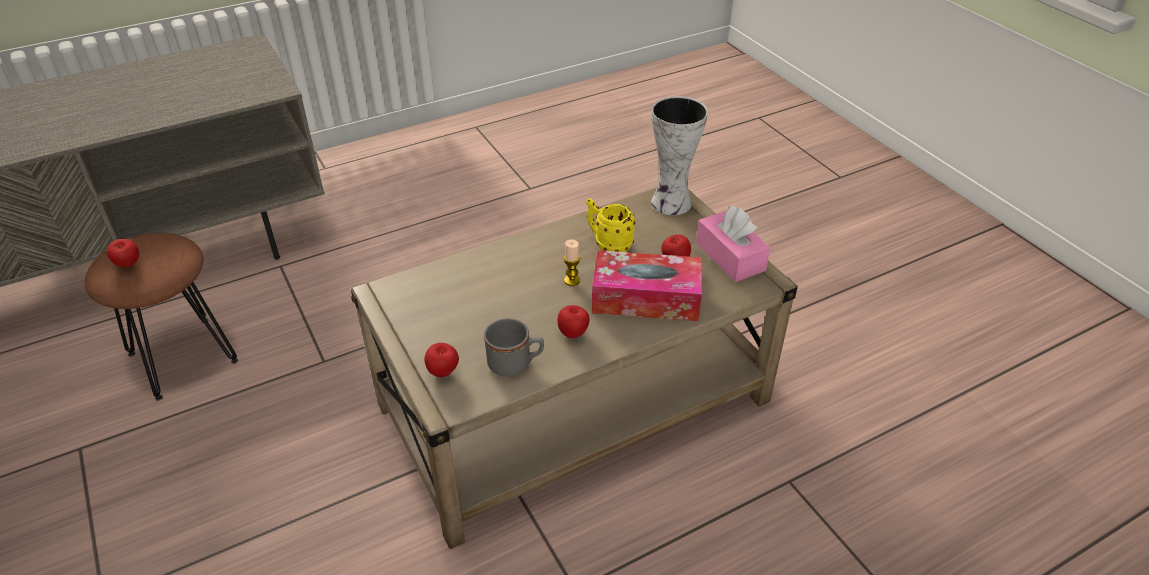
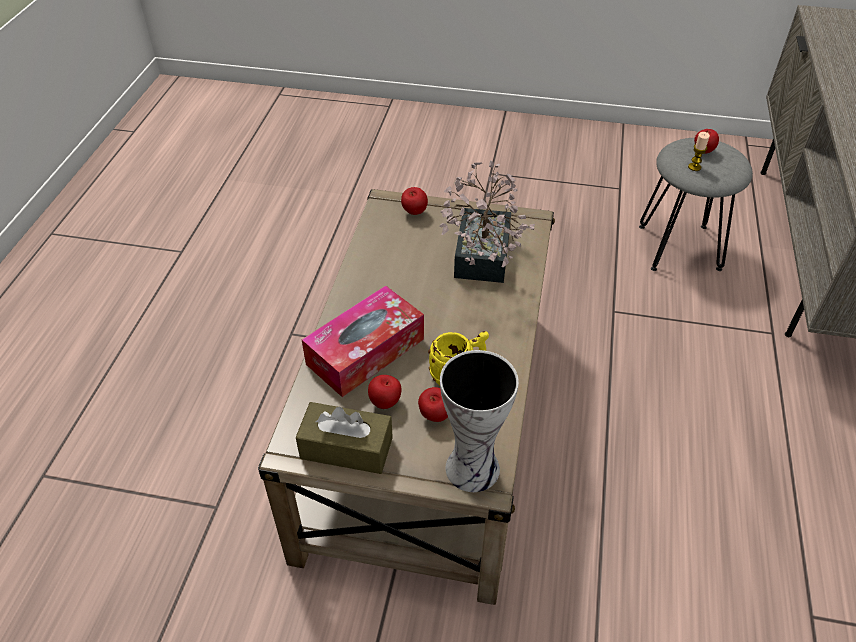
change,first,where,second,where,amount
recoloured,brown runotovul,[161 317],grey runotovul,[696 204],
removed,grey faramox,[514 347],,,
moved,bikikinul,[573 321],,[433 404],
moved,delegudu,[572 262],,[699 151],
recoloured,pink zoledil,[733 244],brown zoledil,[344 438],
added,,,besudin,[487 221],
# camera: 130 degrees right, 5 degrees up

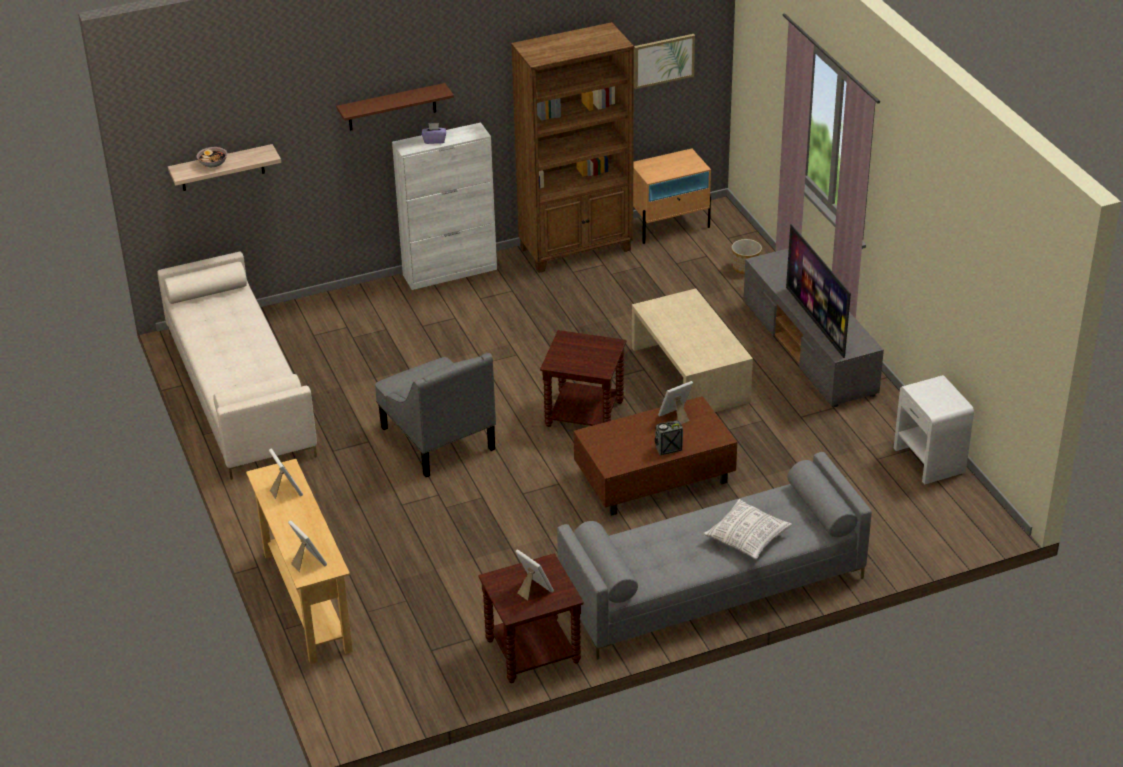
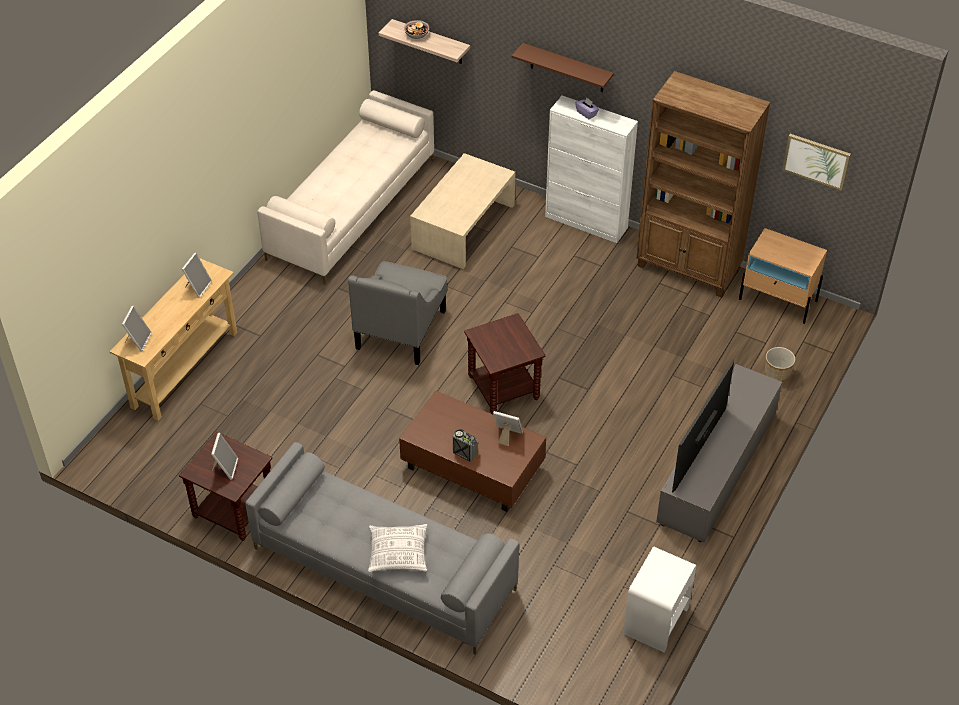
change,first,where,second,where,amount
moved,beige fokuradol,[692 350],,[462 211],
# camera: 50 degrees right, 10 degrees up

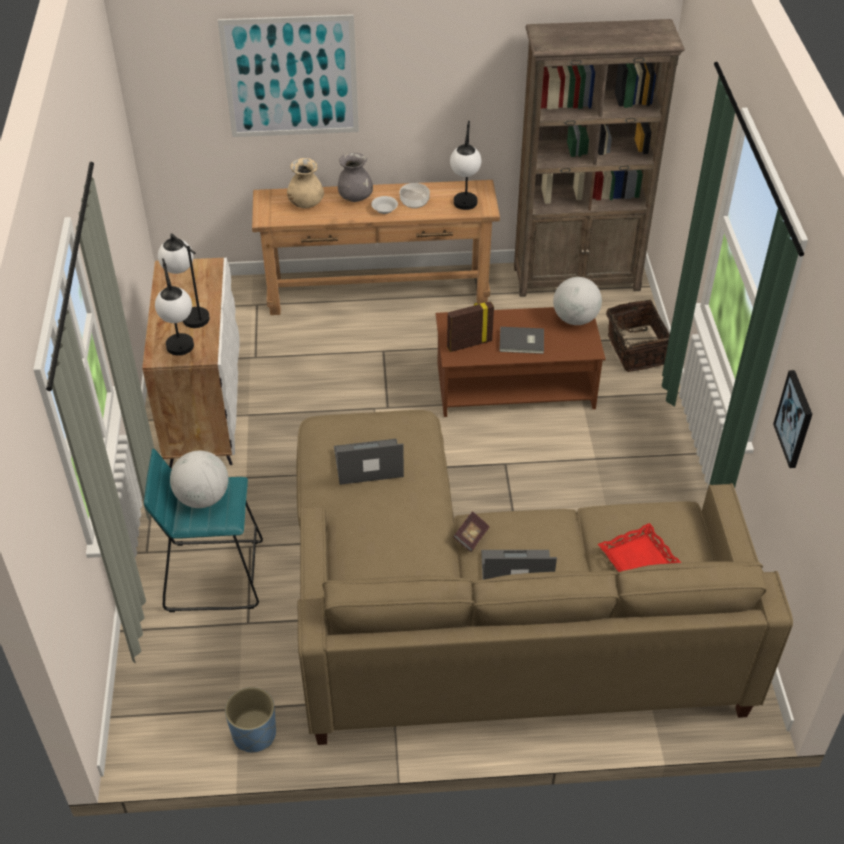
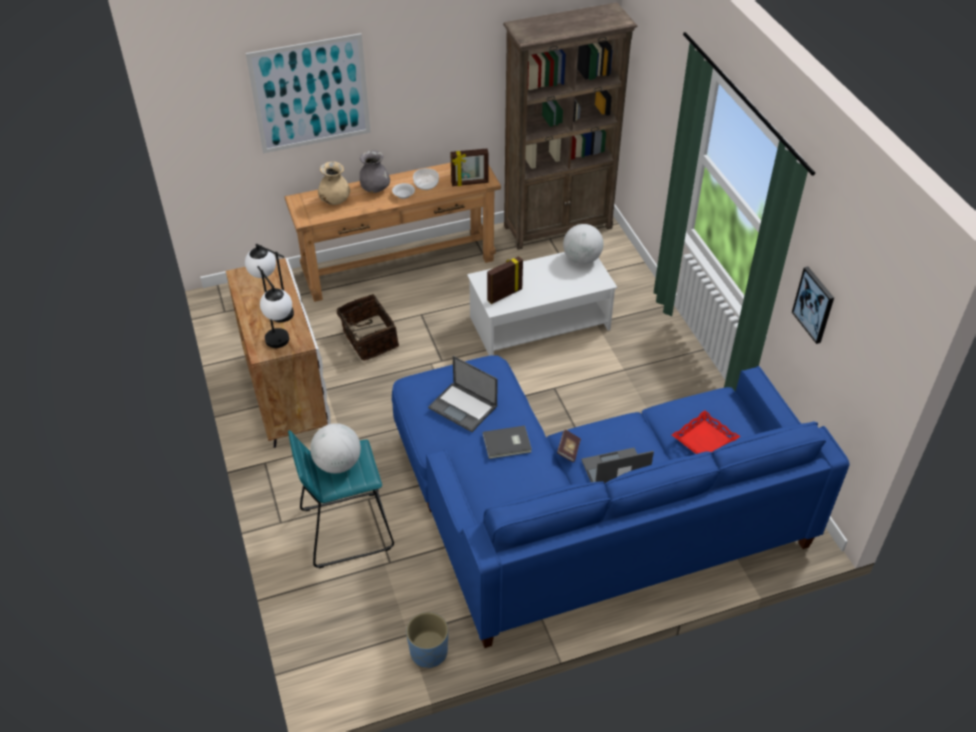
change,first,where,second,where,amount
recoloured,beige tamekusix,[545 577],blue tamekusix,[620 501],
turned,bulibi,[369 461],,[463 394],120 degrees counterclockwise
recoloured,brown fokuradol,[521 362],white fokuradol,[542 304],
replaced,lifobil,[465 165],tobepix,[469 167],
moved,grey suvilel,[521 340],,[507 442],
moved,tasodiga,[638 336],,[368 327],
# camera: 15 degrees left, 0 degrees up

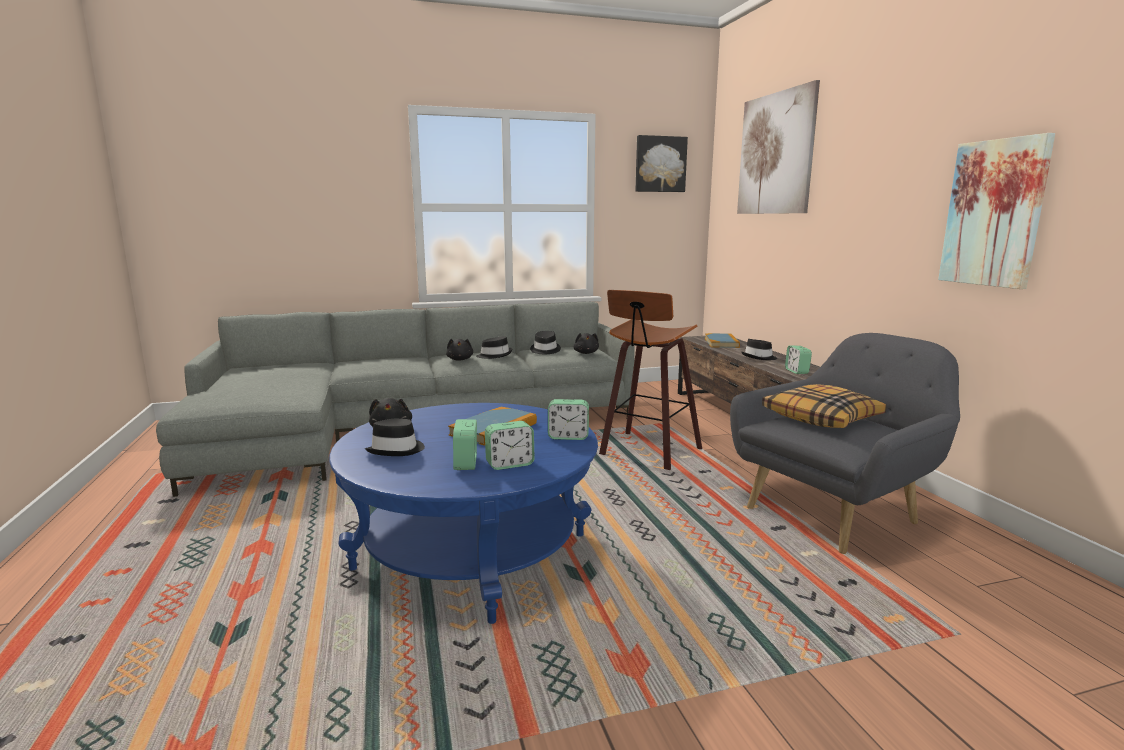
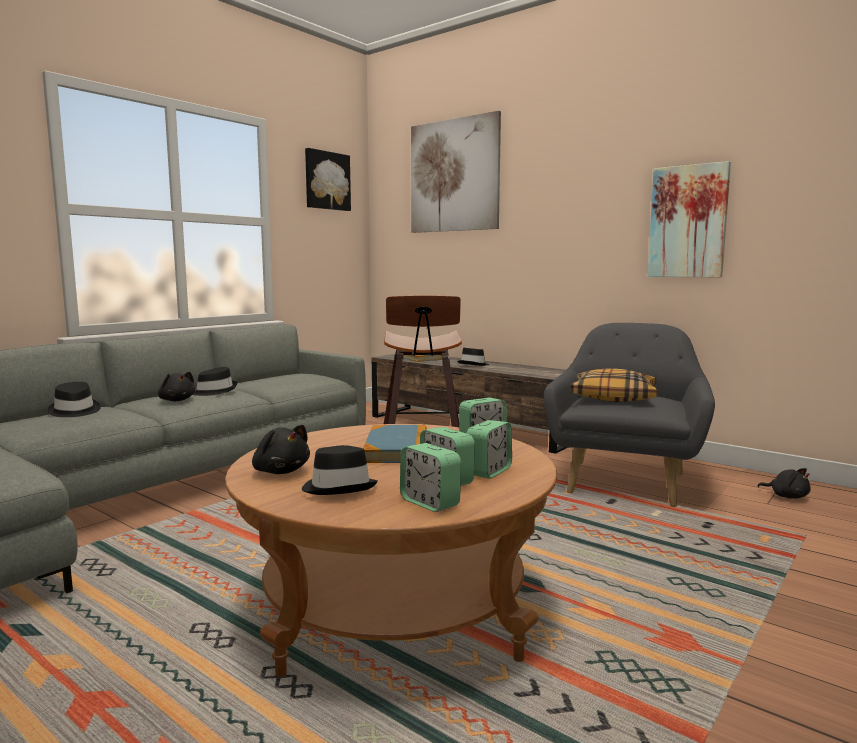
change,first,where,second,where,amount
recoloured,blue fokuradol,[463 513],brown fokuradol,[391 550],
moved,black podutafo,[545 342],,[74 399],
moved,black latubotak,[586 343],,[783 483],
moved,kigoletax,[798 360],,[430 477],
# camera: 35 degrees left, 5 degrees down

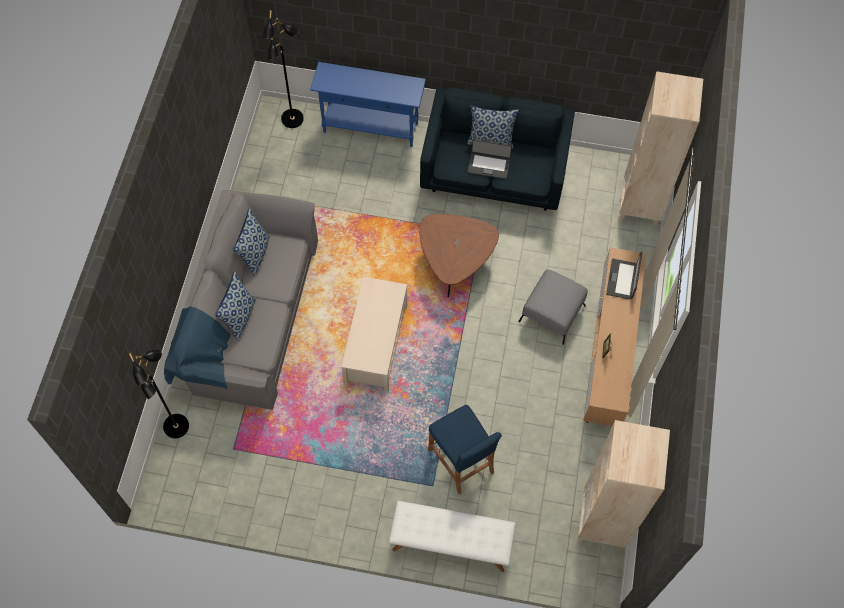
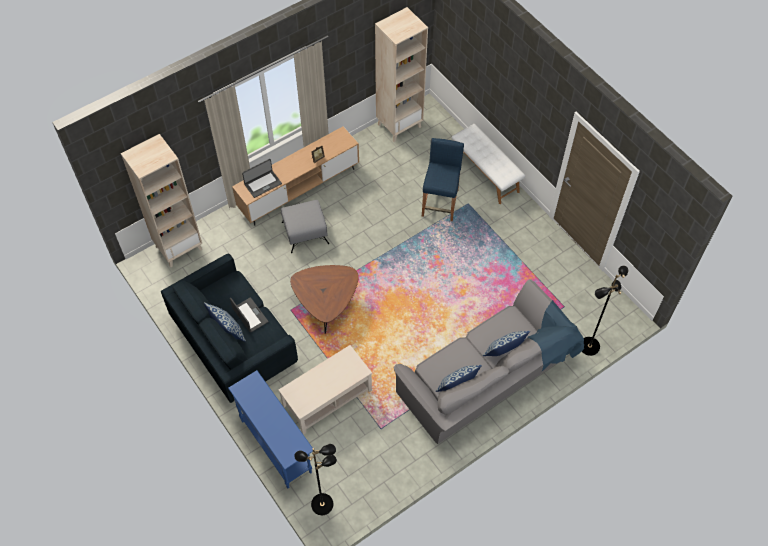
change,first,where,second,where,amount
moved,beige fokuradol,[374 335],,[325 390],
# camera: 135 degrees left, 5 degrees down

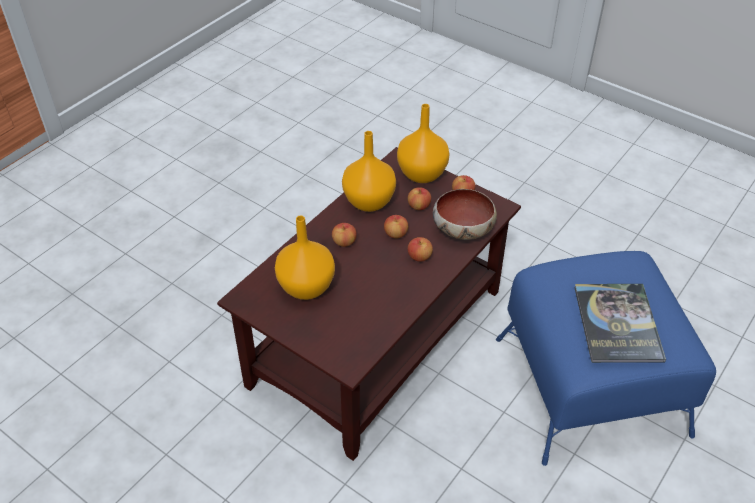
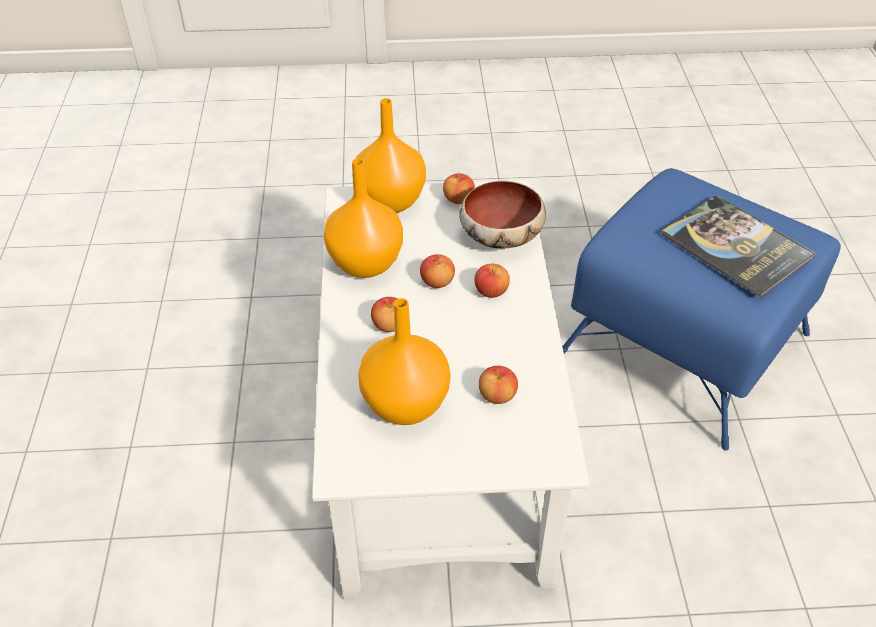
change,first,where,second,where,amount
recoloured,brown fokuradol,[369 304],white fokuradol,[451 389],
moved,bikikinul,[419 198],,[498 385],
# camera: 40 degrees left, 0 degrees up

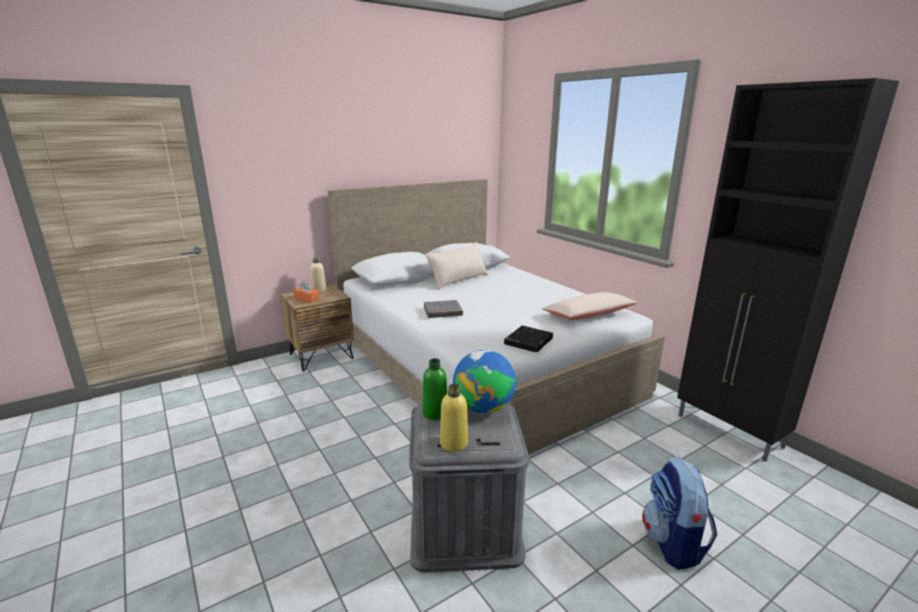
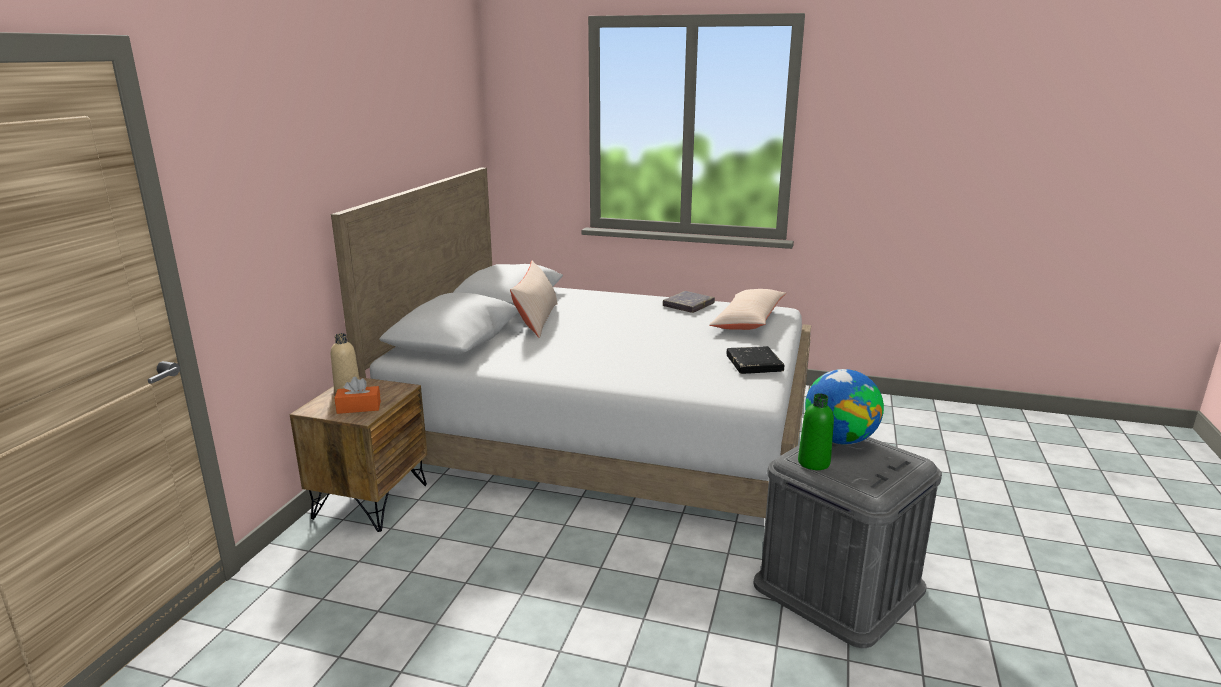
change,first,where,second,where,amount
moved,grey suvilel,[443 309],,[689 302],
removed,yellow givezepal,[454 418],,,
removed,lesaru,[679 513],,,
removed,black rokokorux,[788 270],,,
# camera: 40 degrees left, 0 degrees up

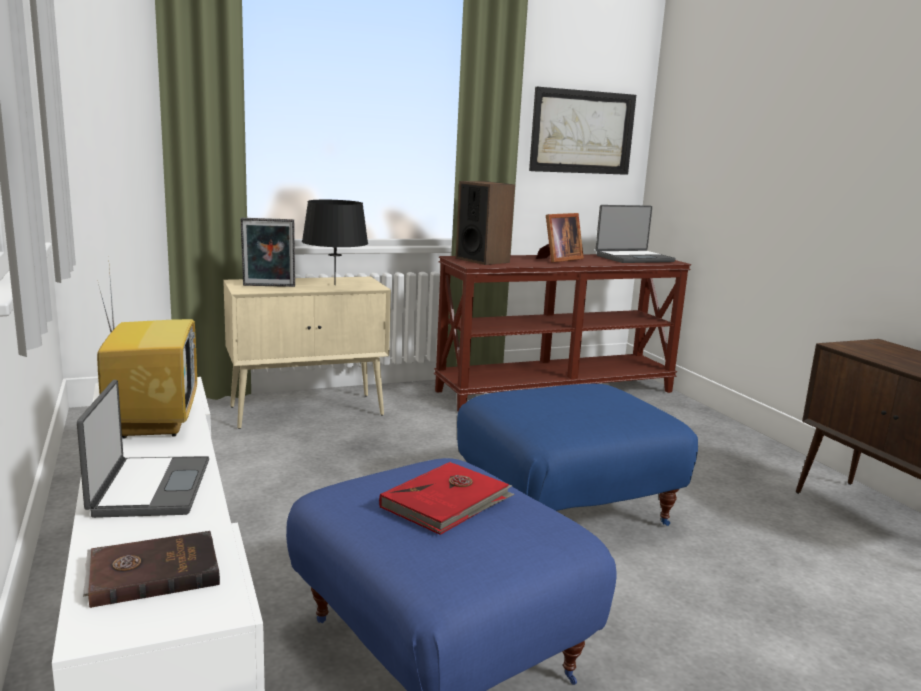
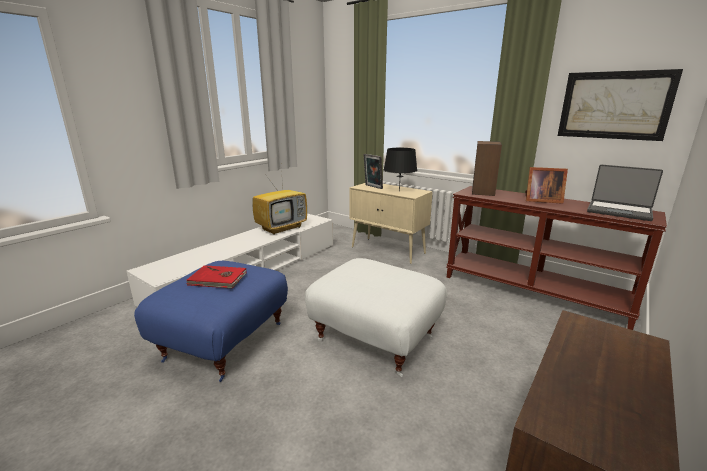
change,first,where,second,where,amount
removed,bulibi,[143 449],,,
removed,brown suvilel,[151 569],,,
recoloured,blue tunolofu,[577 455],white tunolofu,[376 317],
# camera: 60 degrees right, 5 degrees up

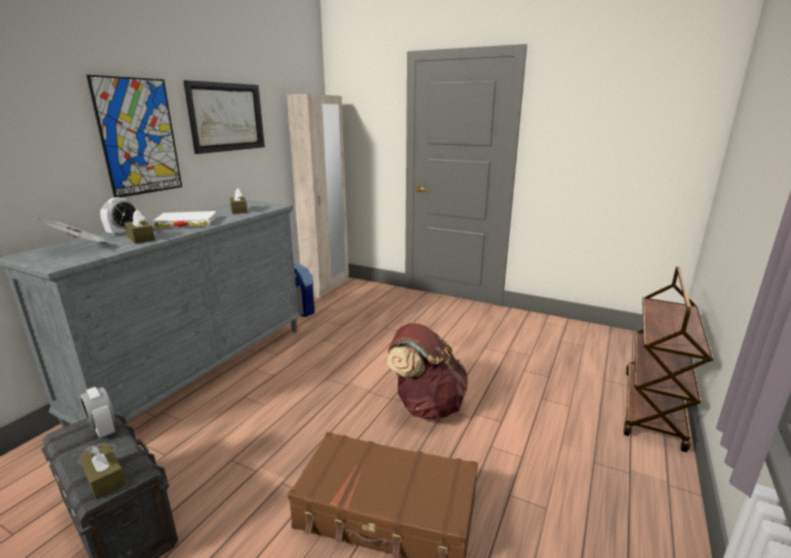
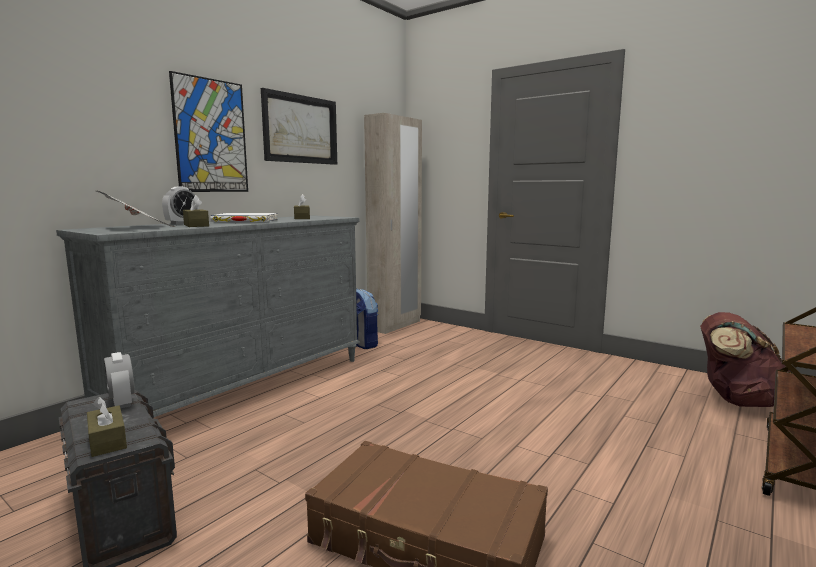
change,first,where,second,where,amount
moved,brown lesaru,[427 371],,[745 359],
# camera: 10 degrees right, 10 degrees down

